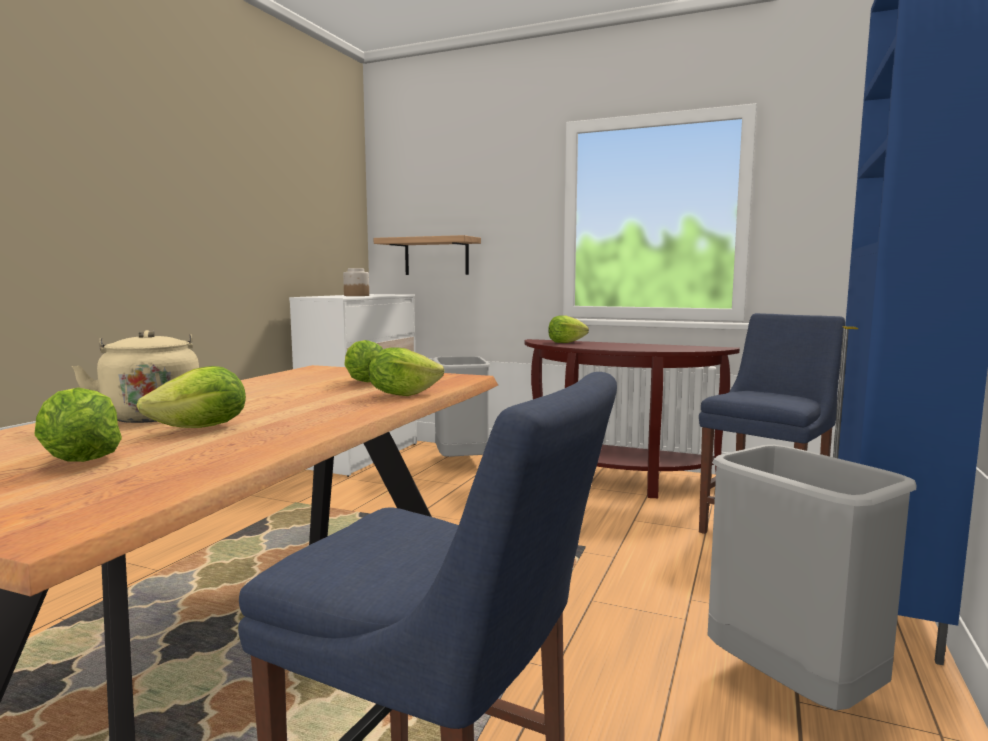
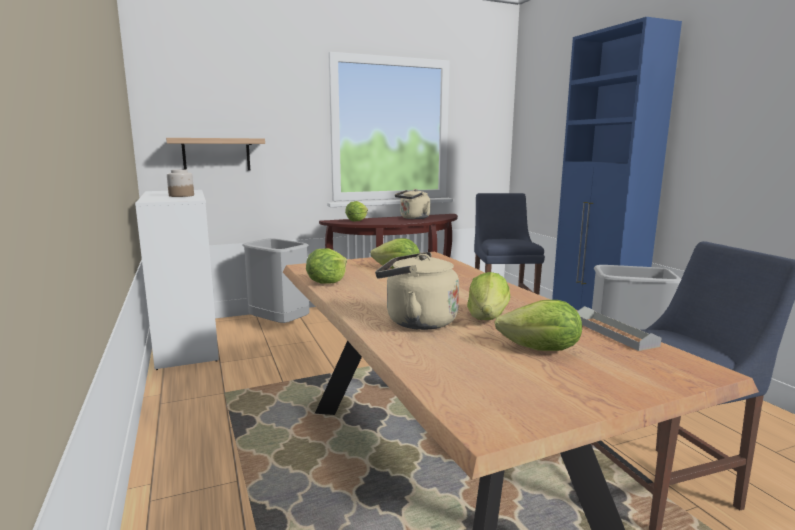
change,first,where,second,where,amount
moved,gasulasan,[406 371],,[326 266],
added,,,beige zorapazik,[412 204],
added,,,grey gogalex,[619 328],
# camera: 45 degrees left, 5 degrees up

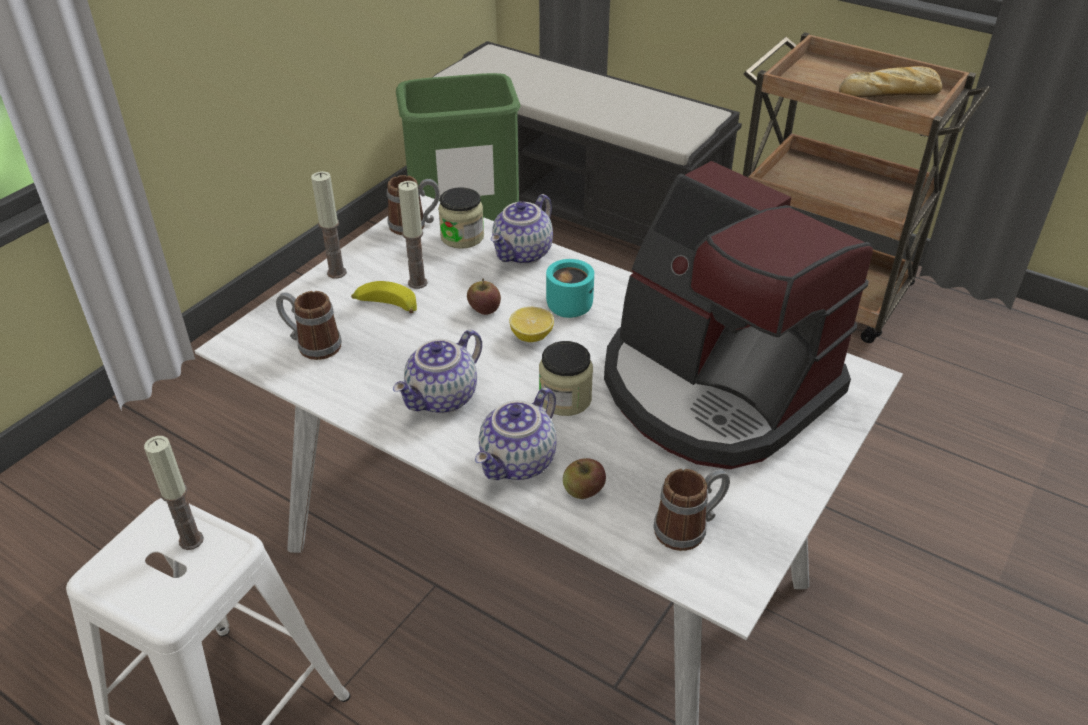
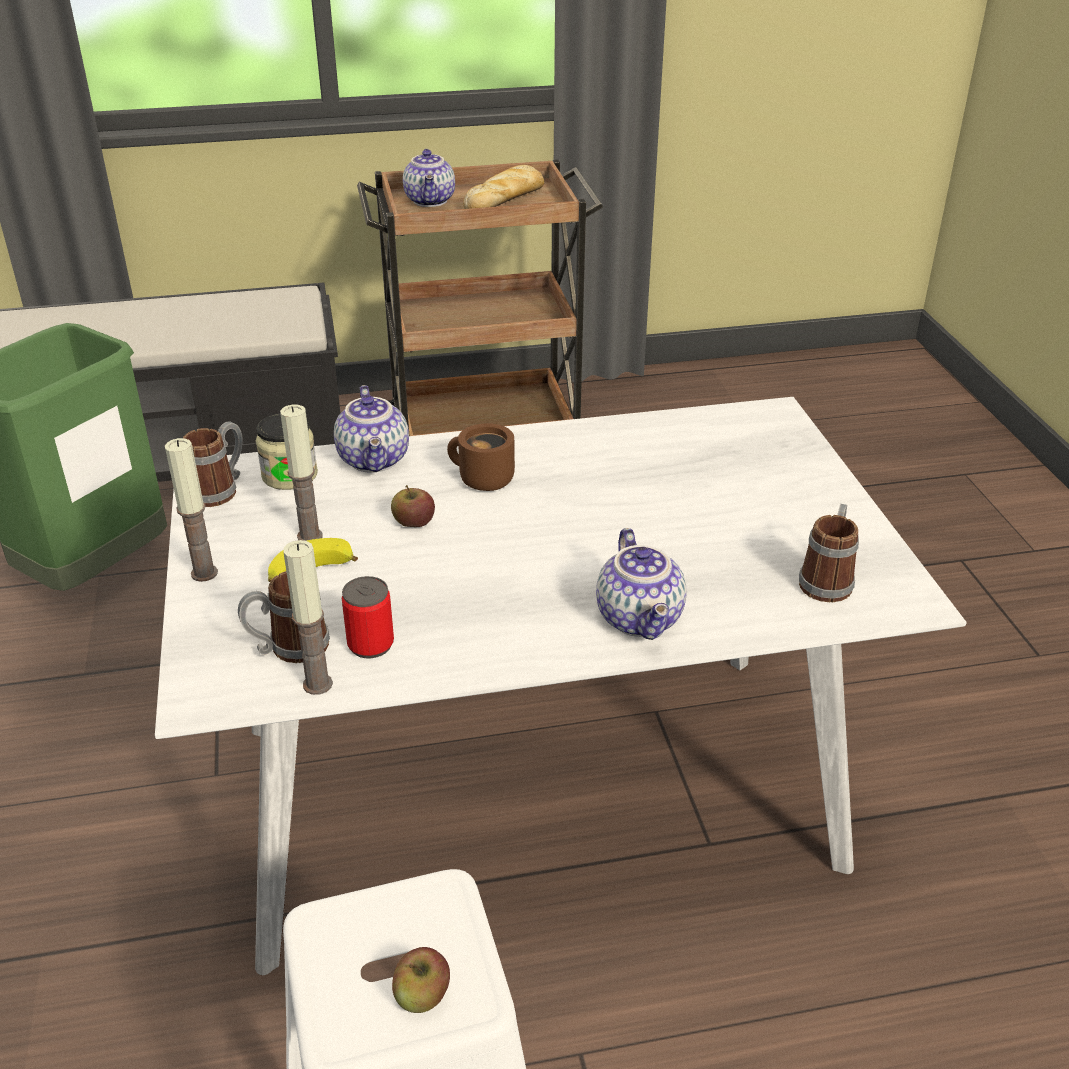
change,first,where,second,where,amount
moved,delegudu,[174 493],,[308 617],
moved,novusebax,[437 371],,[429 178],
removed,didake,[531 324],,,
removed,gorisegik,[566 378],,,
recoloured,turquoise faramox,[570 288],brown faramox,[481 457],
moved,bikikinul,[584 478],,[421 980],
removed,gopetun,[738 315],,,
added,,,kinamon,[368 617],
# camera: 45 degrees left, 5 degrees down

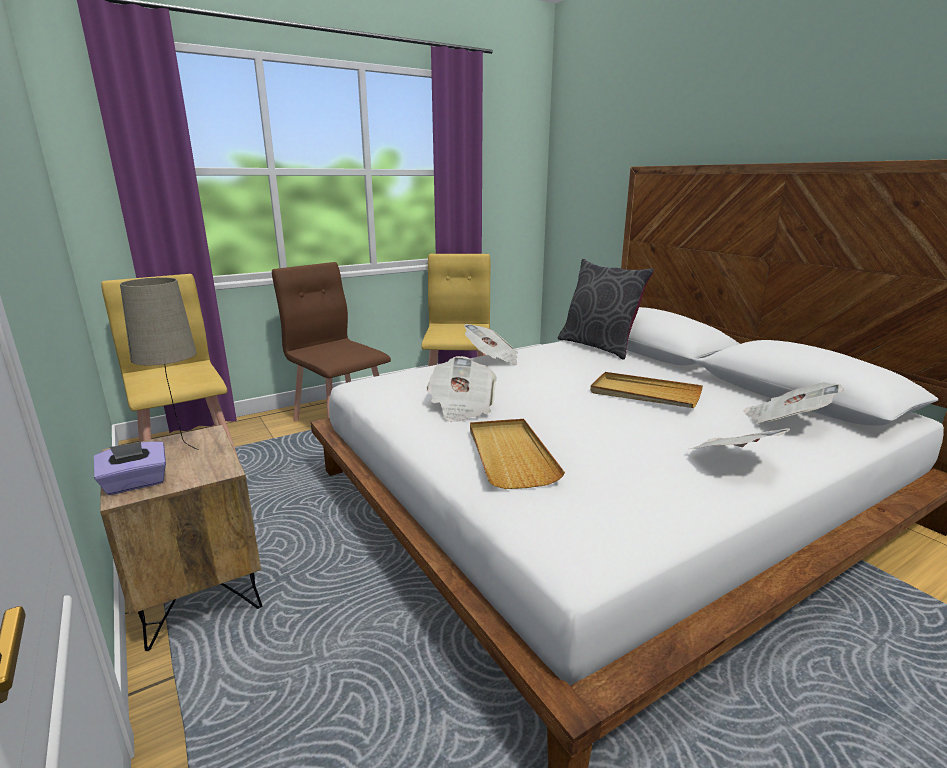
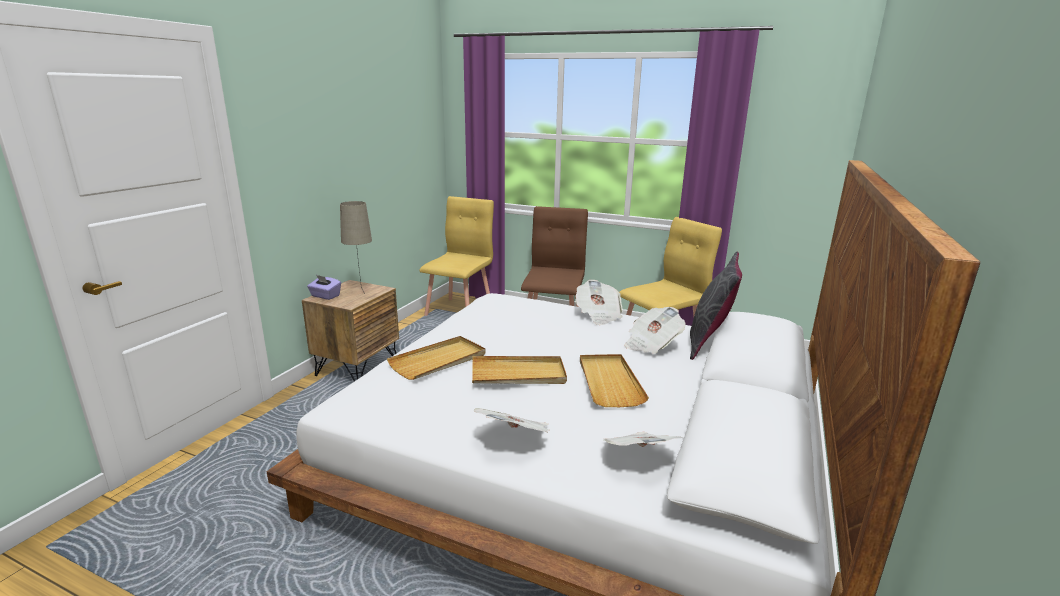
change,first,where,second,where,amount
moved,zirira,[461 389],,[655 330],
added,,,beige gogalex,[519 370],
# camera: 55 degrees right, 0 degrees up

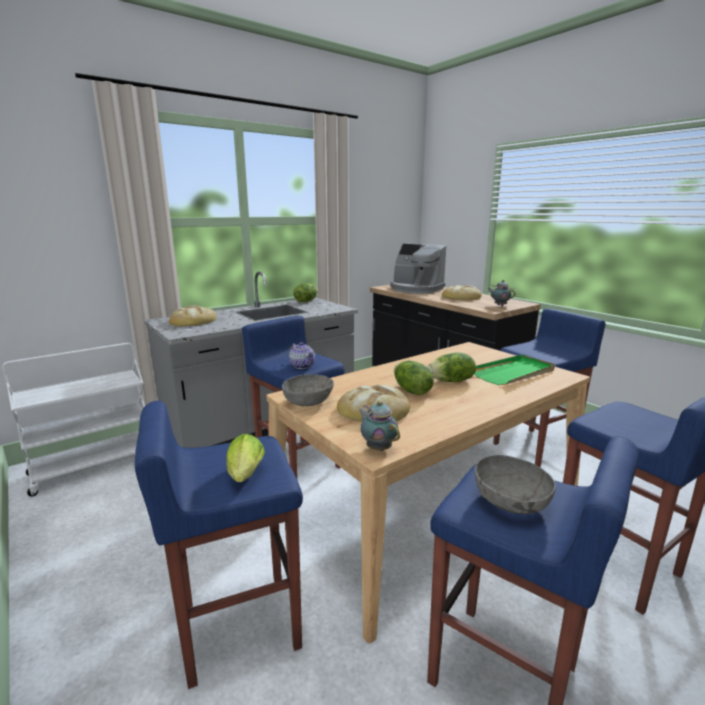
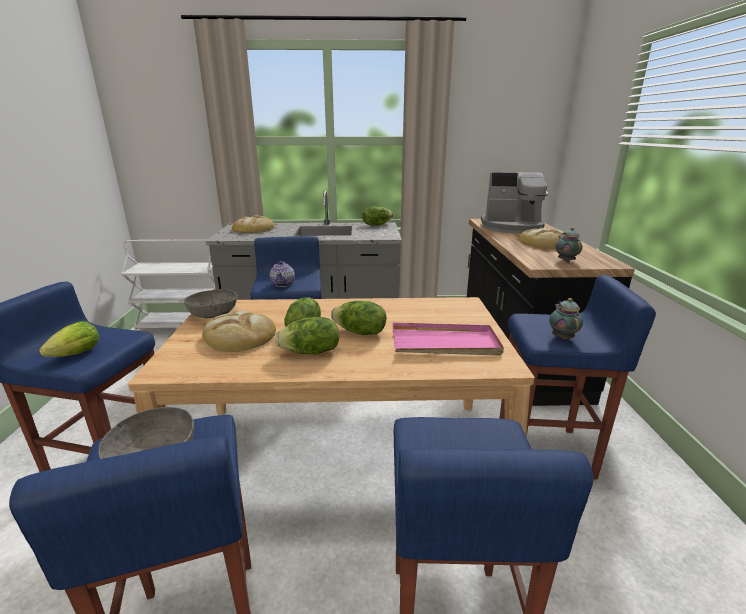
change,first,where,second,where,amount
moved,novusebax,[379 426],,[566 319],
turned,gopetun,[418 269],,[514 203],60 degrees counterclockwise
recoloured,green gogalex,[514 370],pink gogalex,[448 339],
added,,,gasulasan,[307 336],
# camera: 35 degrees right, 5 degrees up

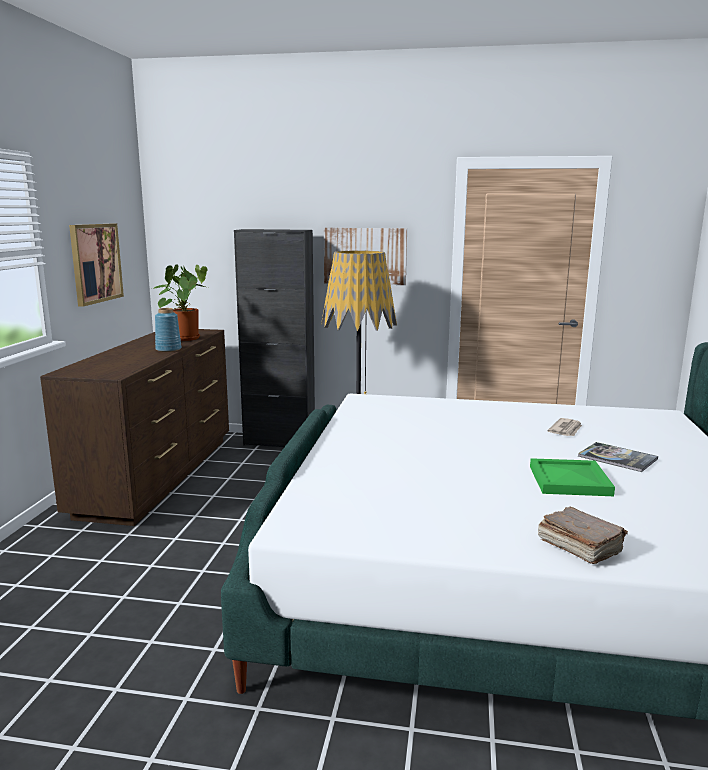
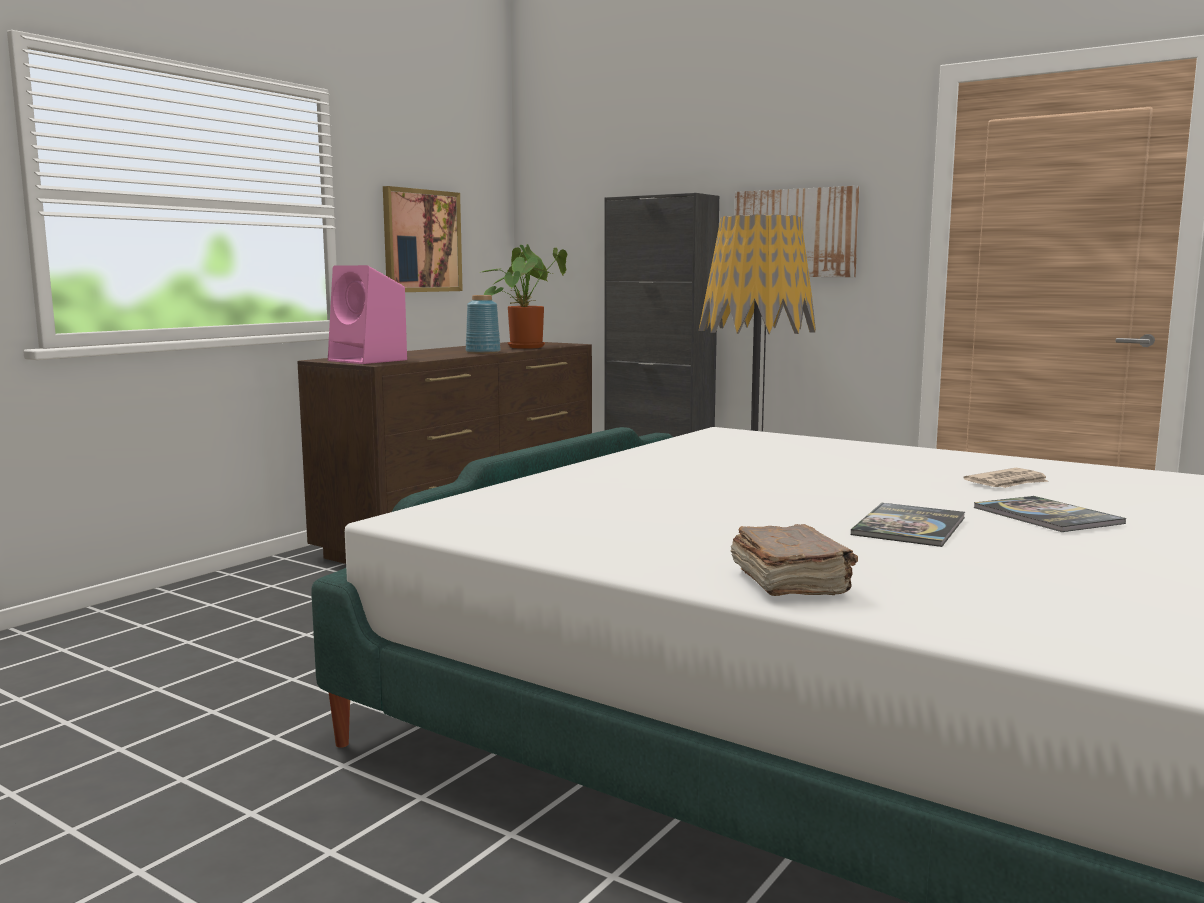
change,first,where,second,where,amount
replaced,green gogalex,[572 477],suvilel,[908 525],
added,,,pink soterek,[367 314],
# camera: 25 degrees right, 5 degrees down

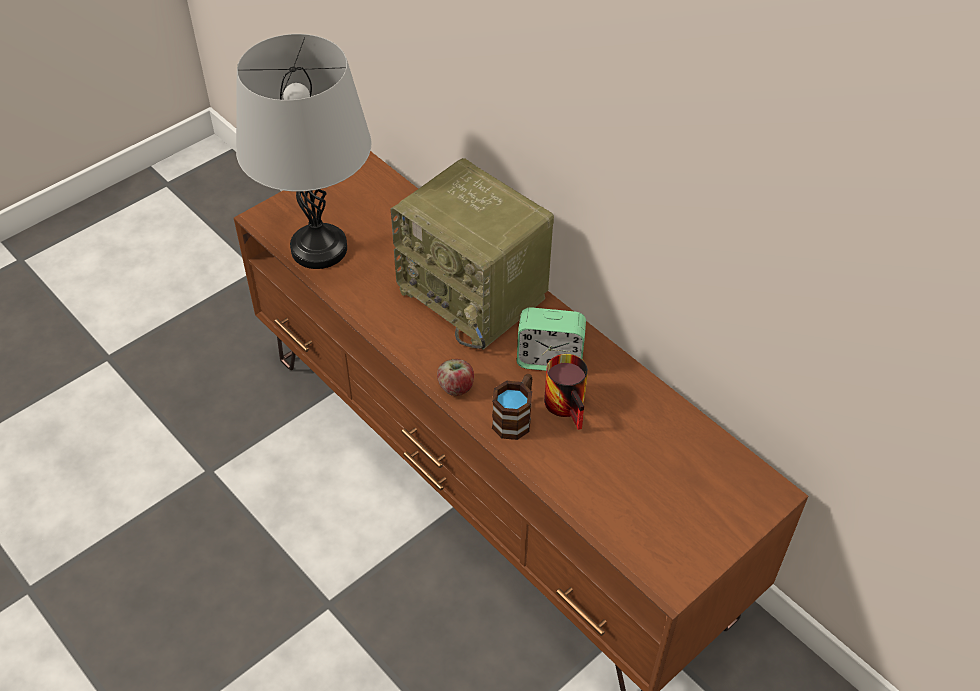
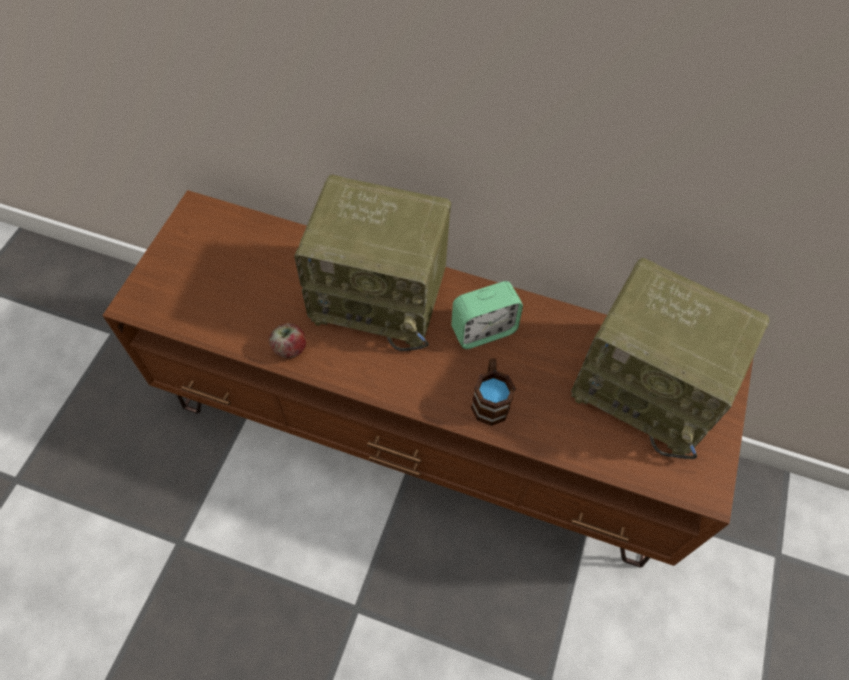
change,first,where,second,where,amount
removed,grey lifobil,[304 151],,,
moved,bikikinul,[455 377],,[287 341],
removed,faramox,[566 392],,,
added,,,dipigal,[670 358],
# camera: 30 degrees left, 10 degrees up

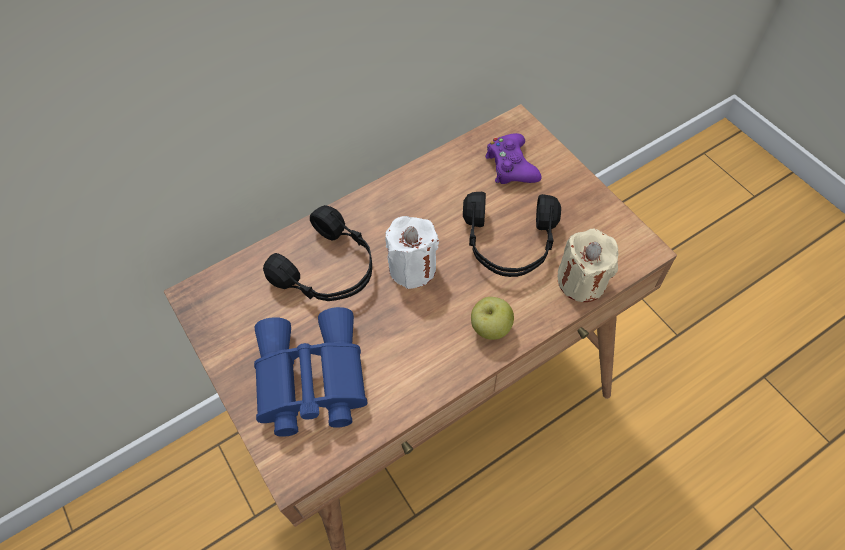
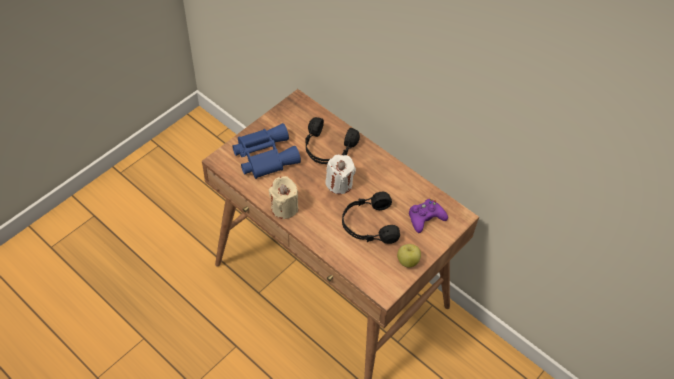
change,first,where,second,where,amount
moved,bikikinul,[492 318],,[409 255],
moved,beige delegudu,[588 265],,[283 197],
# camera: 70 degrees right, 5 degrees down

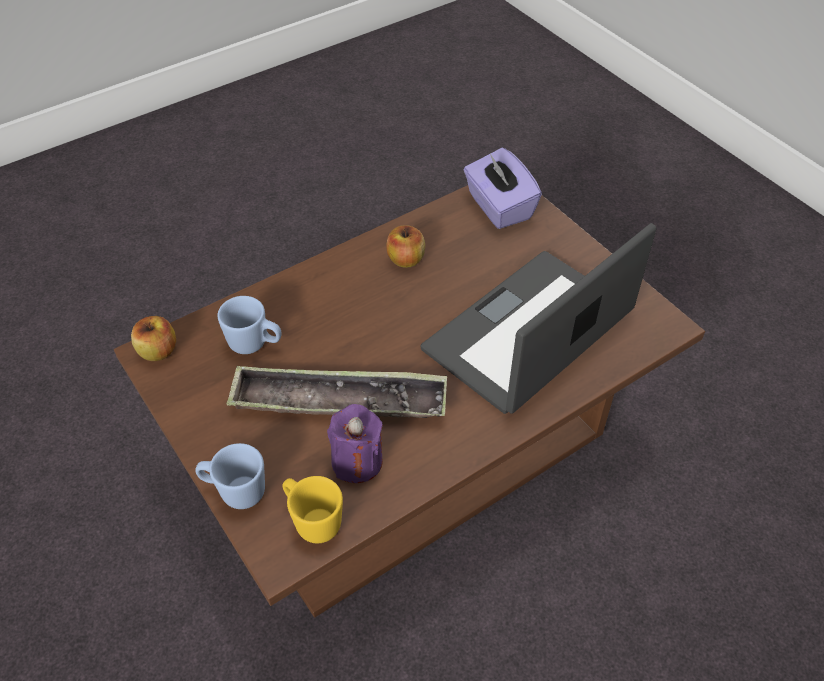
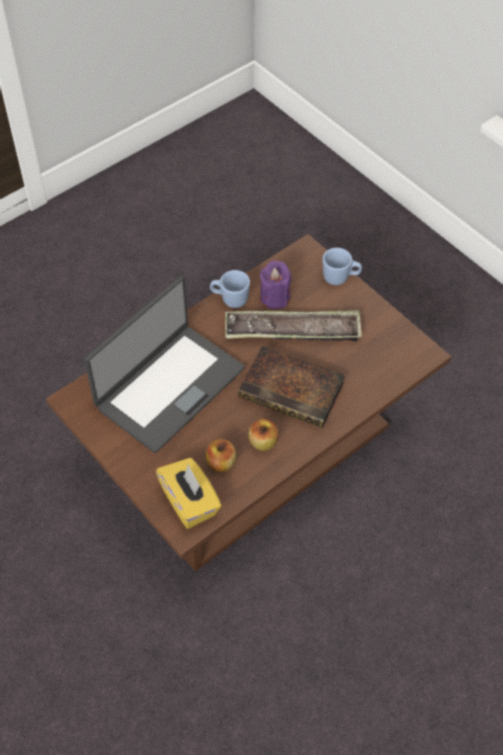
change,first,where,second,where,amount
moved,bikikinul,[153 338],,[221 455],
moved,blue faramox,[249 325],,[230 289],
removed,yellow faramox,[312 509],,,
recoloured,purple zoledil,[503 188],yellow zoledil,[189 493],
added,,,suvilel,[291 387],
# camera: 175 degrees right, 5 degrees up

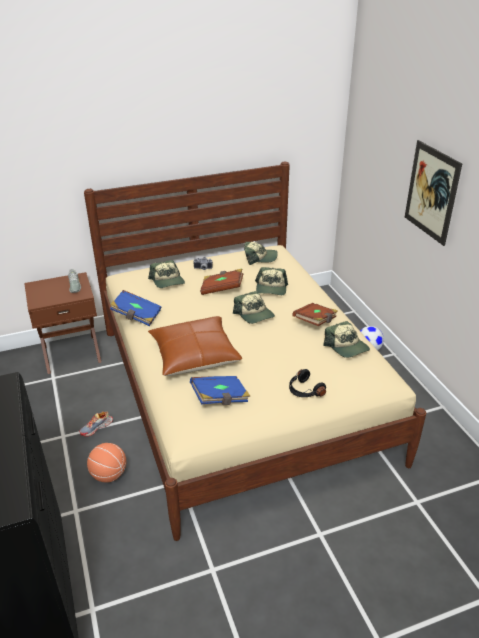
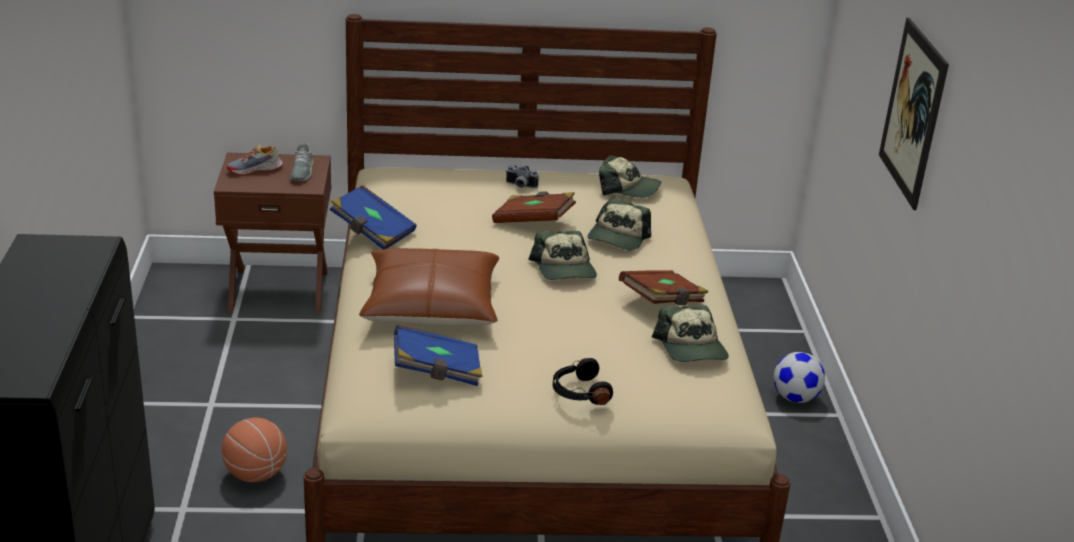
change,first,where,second,where,amount
moved,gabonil,[96 423],,[255 159],
removed,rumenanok,[166 274],,,
# camera: 15 degrees right, 5 degrees down

